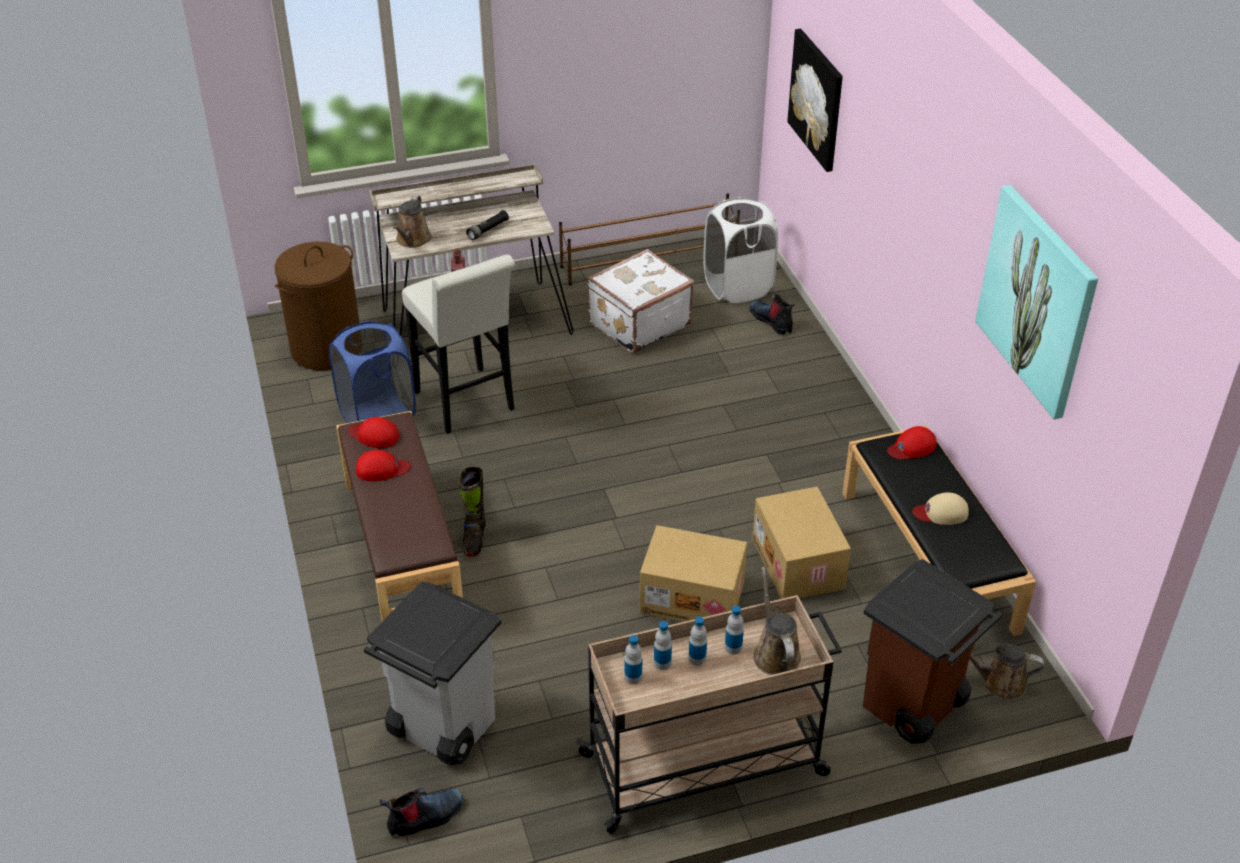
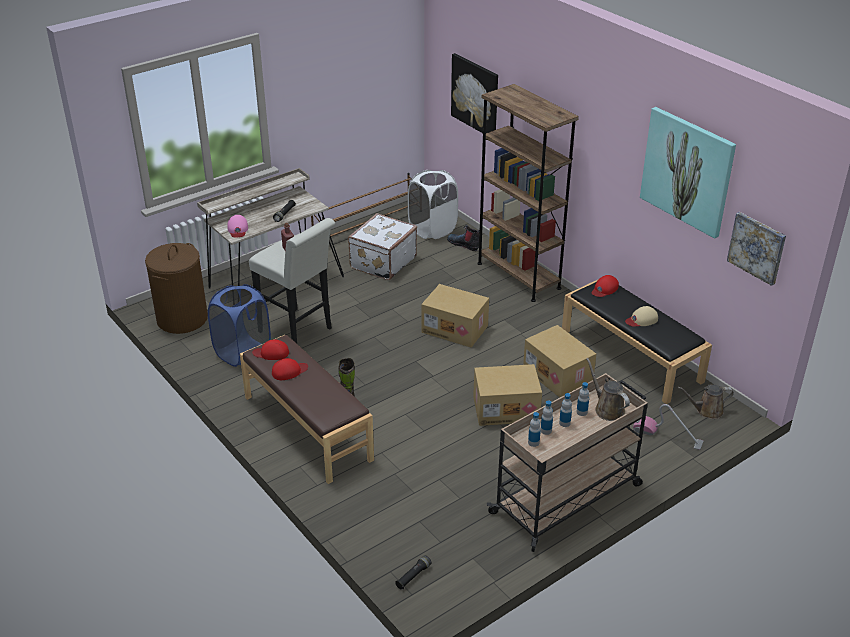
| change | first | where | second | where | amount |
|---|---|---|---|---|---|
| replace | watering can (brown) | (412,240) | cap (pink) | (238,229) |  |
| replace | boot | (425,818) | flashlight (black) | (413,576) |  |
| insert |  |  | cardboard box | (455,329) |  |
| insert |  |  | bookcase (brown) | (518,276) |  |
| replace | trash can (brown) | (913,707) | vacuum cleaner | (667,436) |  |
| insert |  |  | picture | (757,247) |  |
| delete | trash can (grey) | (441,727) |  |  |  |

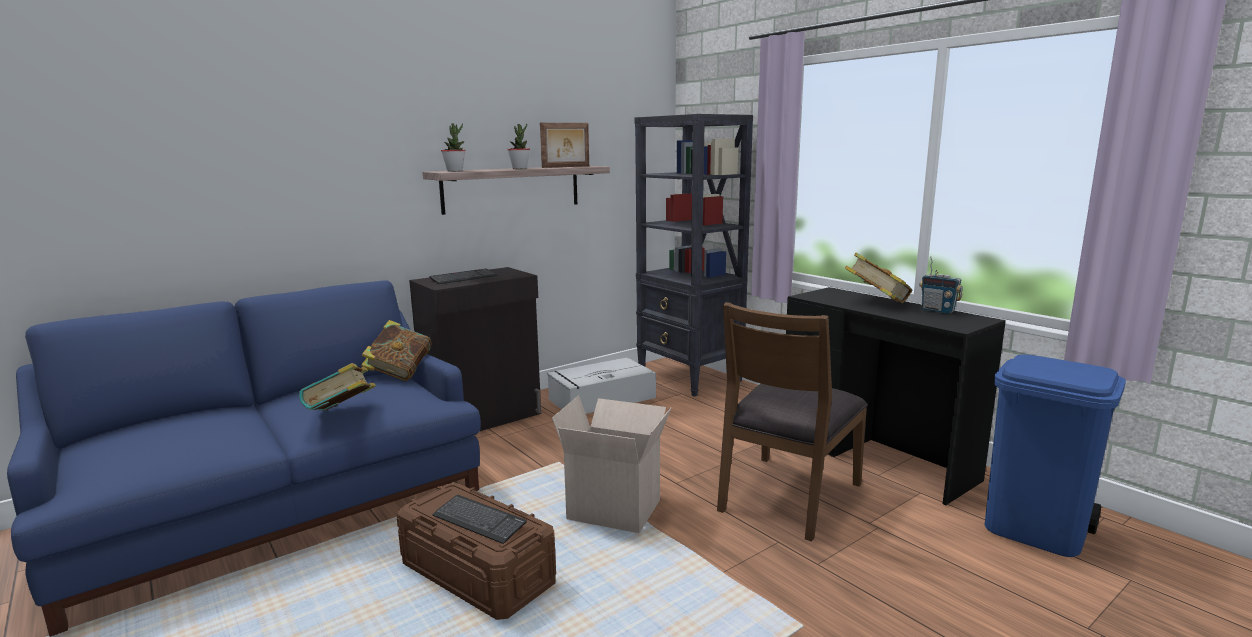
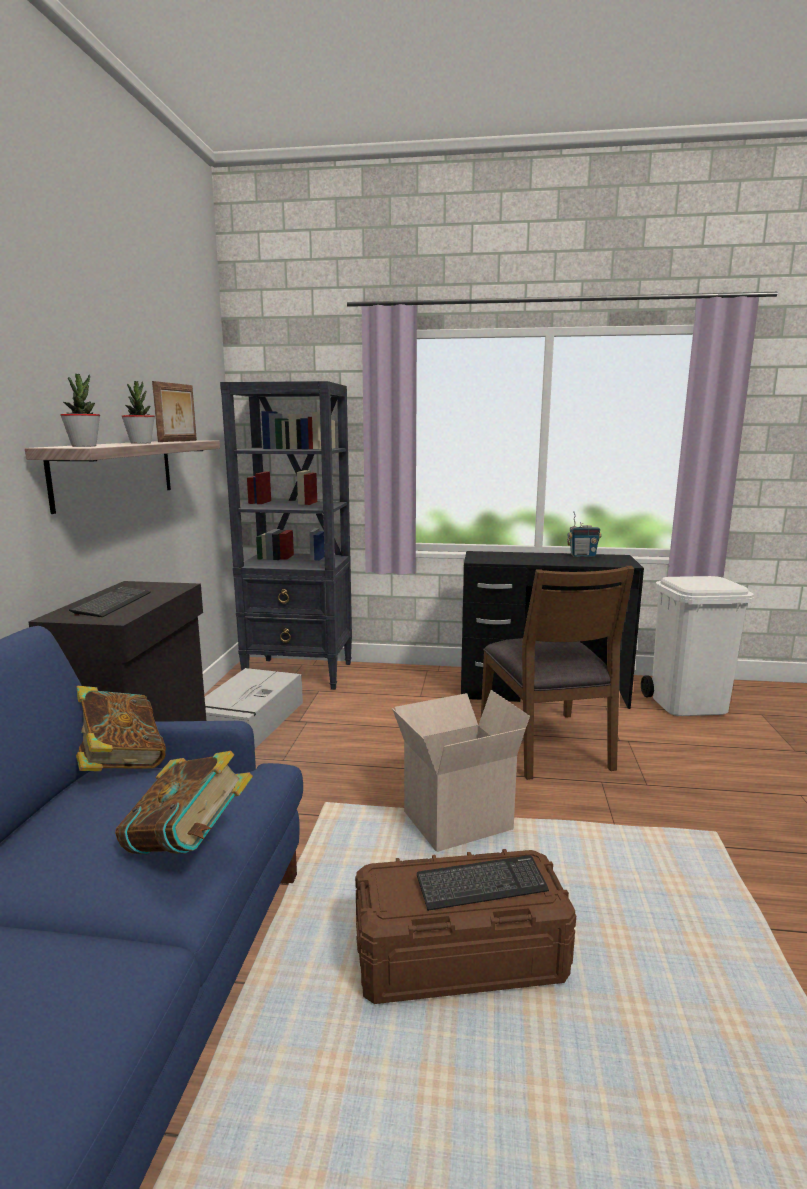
| change | first | where | second | where | amount |
|---|---|---|---|---|---|
| recolor | trash can (blue) | (1036,530) | trash can (white) | (688,704) |  |
| delete | book | (876,303) |  |  |  |

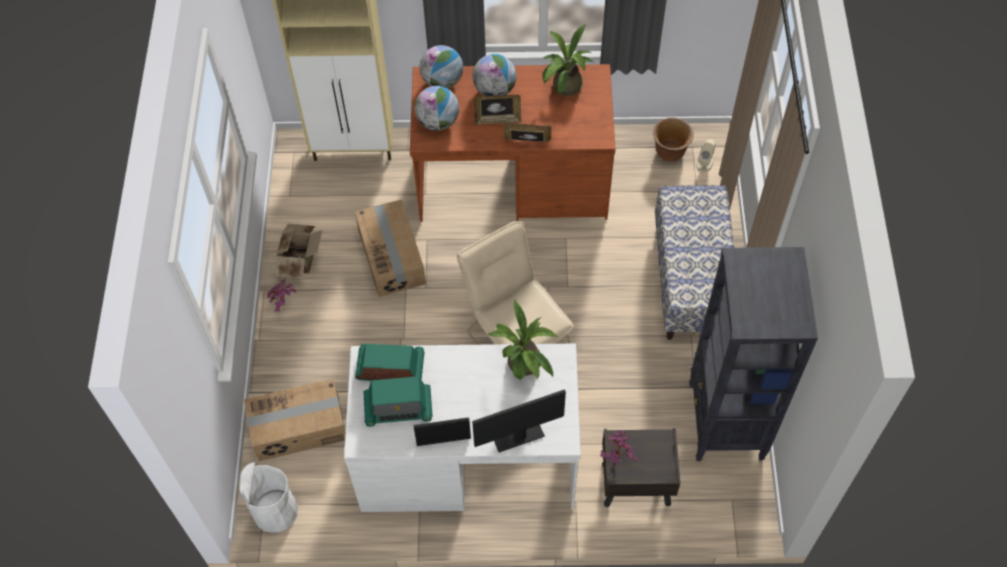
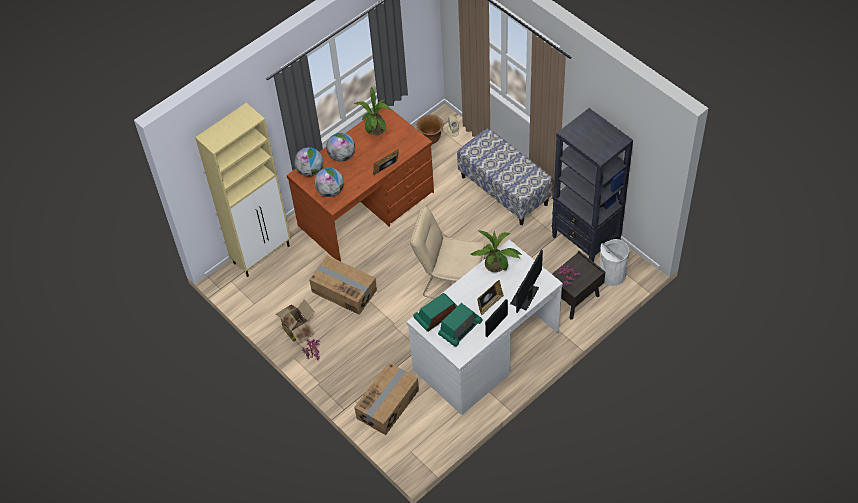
| change | first | where | second | where | amount |
|---|---|---|---|---|---|
| move | picture frame | (497,119) |  | (489,304) |  |
| move | trash can (white) | (275,511) |  | (612,274) |  |

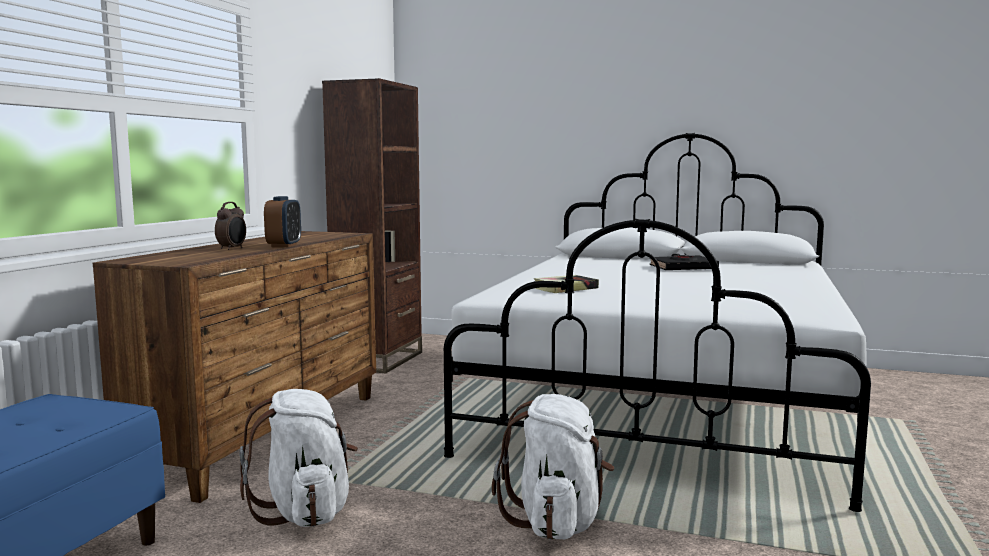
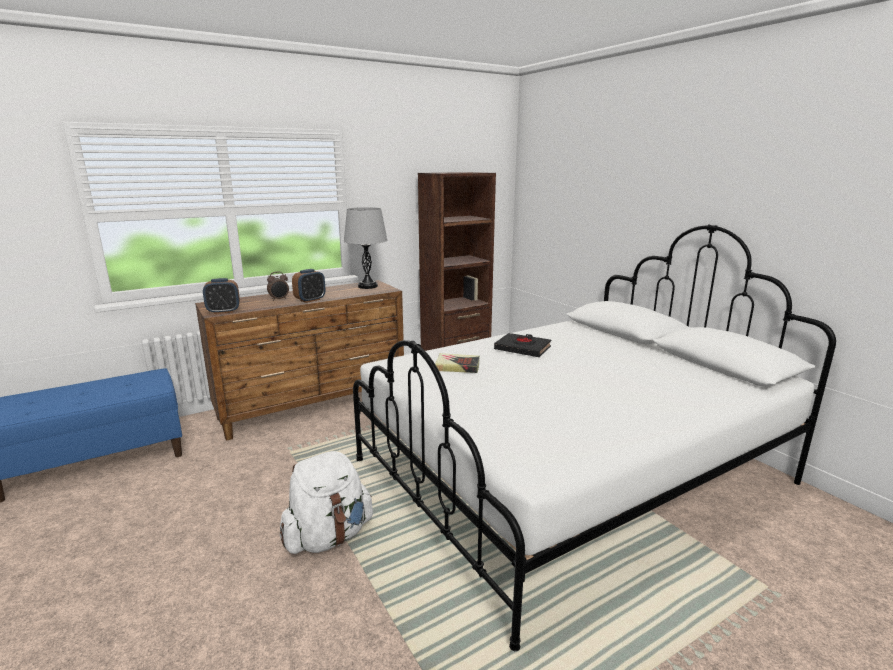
| change | first | where | second | where | amount |
|---|---|---|---|---|---|
| insert |  |  | alarm clock | (223,311) |  |
| insert |  |  | table lamp (grey) | (367,286) |  |
| move | book (black) | (683,268) |  | (523,349) |  |
| delete | backpack (white) | (305,512) |  |  |  |

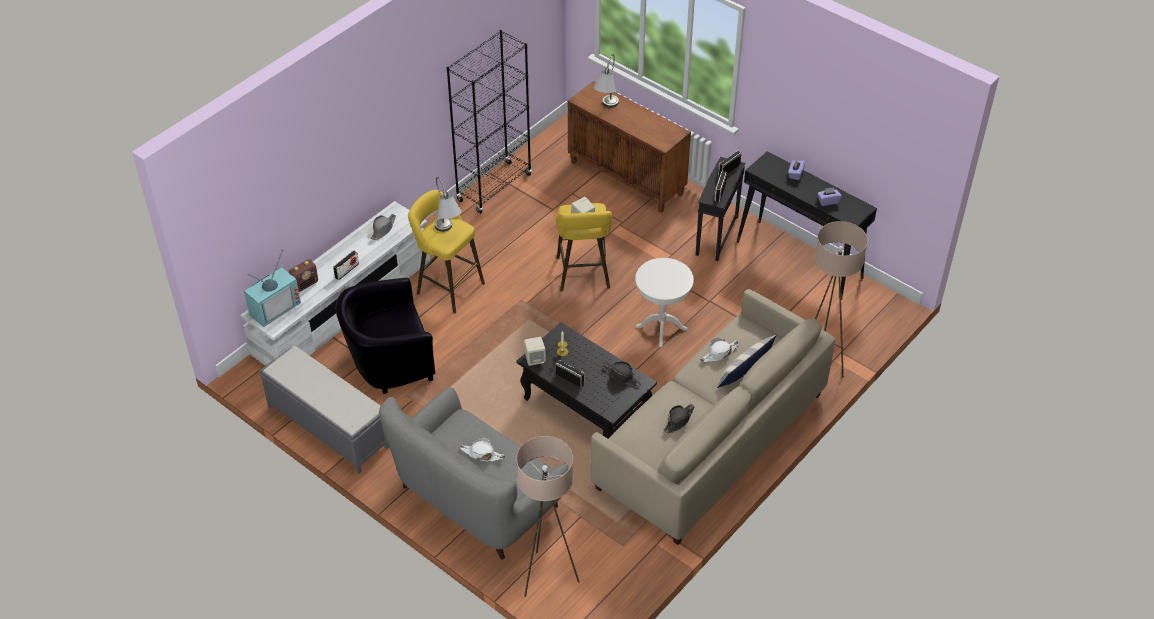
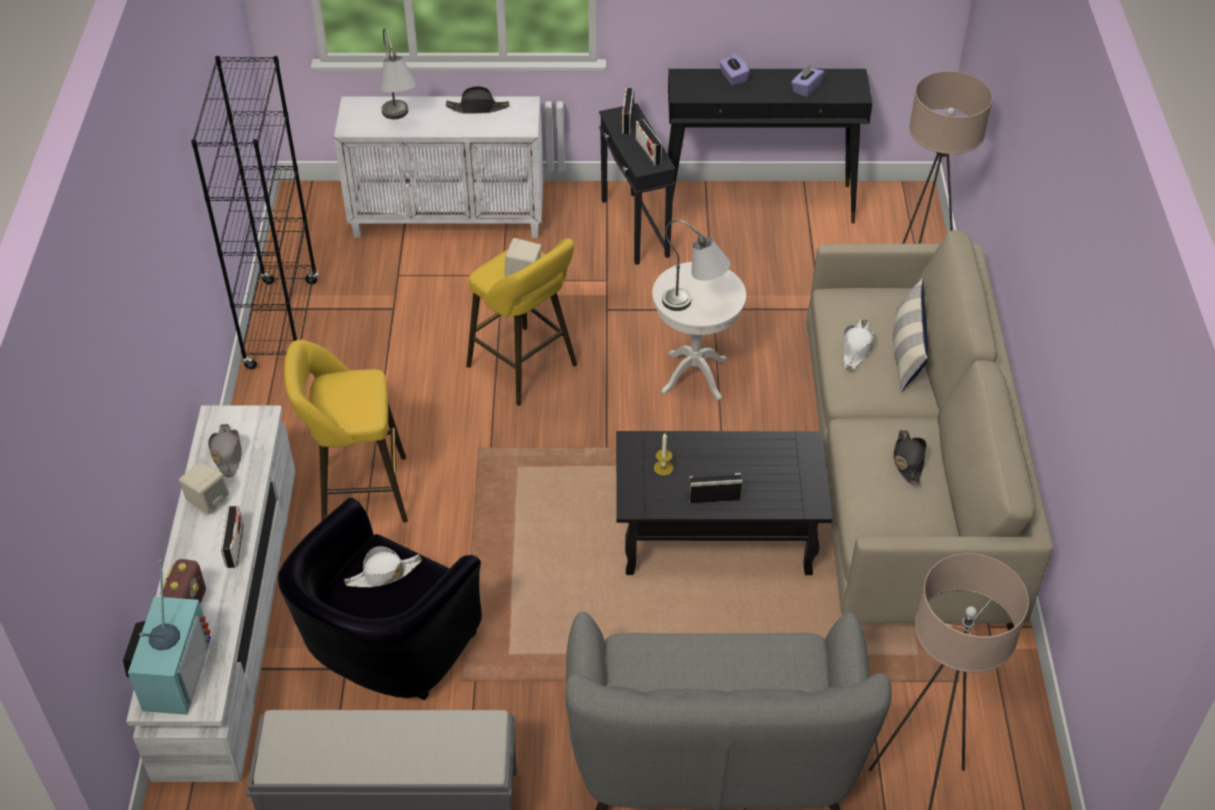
| change | first | where | second | where | amount |
|---|---|---|---|---|---|
| move | speaker (beige) | (535,359) |  | (208,501) |  |
| recolor | cabinet (brown) | (627,178) | cabinet (white) | (449,218) |  |
| move | hat (white) | (482,454) |  | (383,574) |  |
| move | hat (black) | (622,376) |  | (478,108) |  |
| move | table lamp (grey) | (448,233) |  | (695,306) |  |

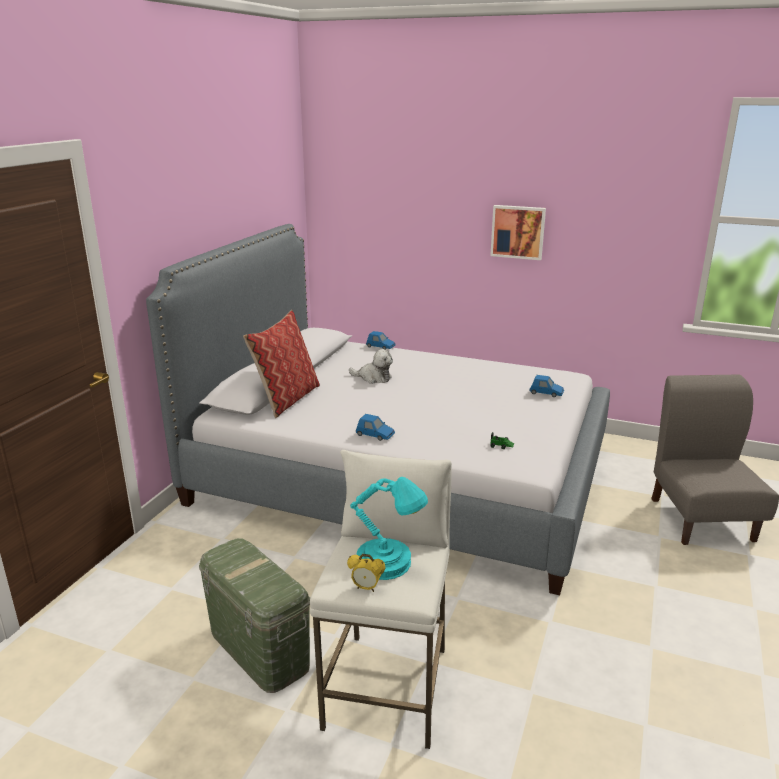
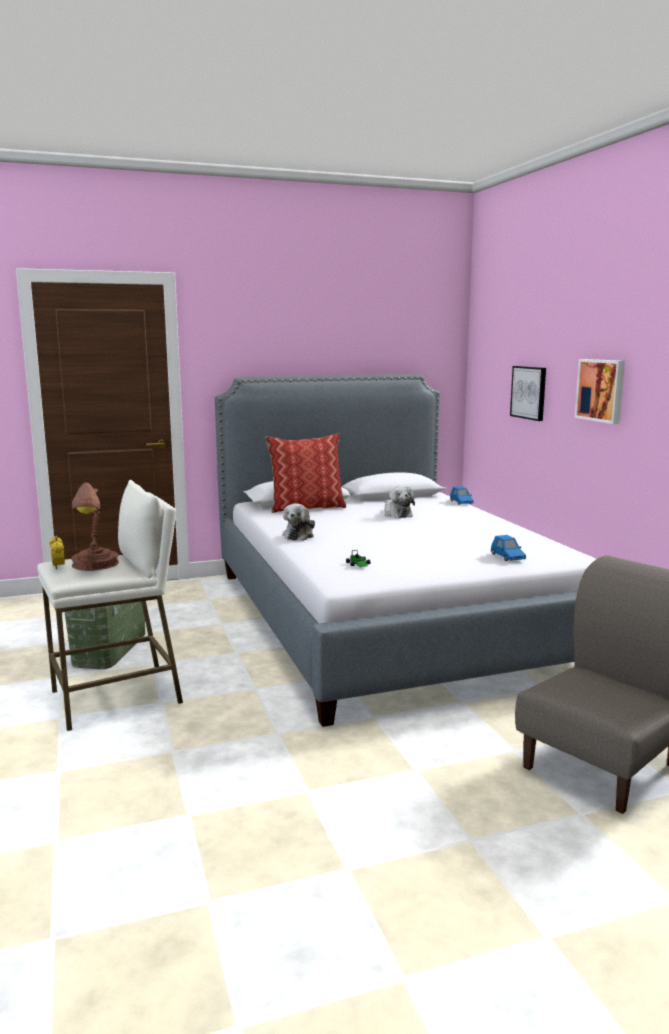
| change | first | where | second | where | amount |
|---|---|---|---|---|---|
| recolor | table lamp (turquoise) | (388,564) | table lamp (brown) | (95,565) |  |
| replace | toy car (blue) | (375,435) | plush toy | (299,535) |  |
| insert |  |  | picture | (529,392) |  |

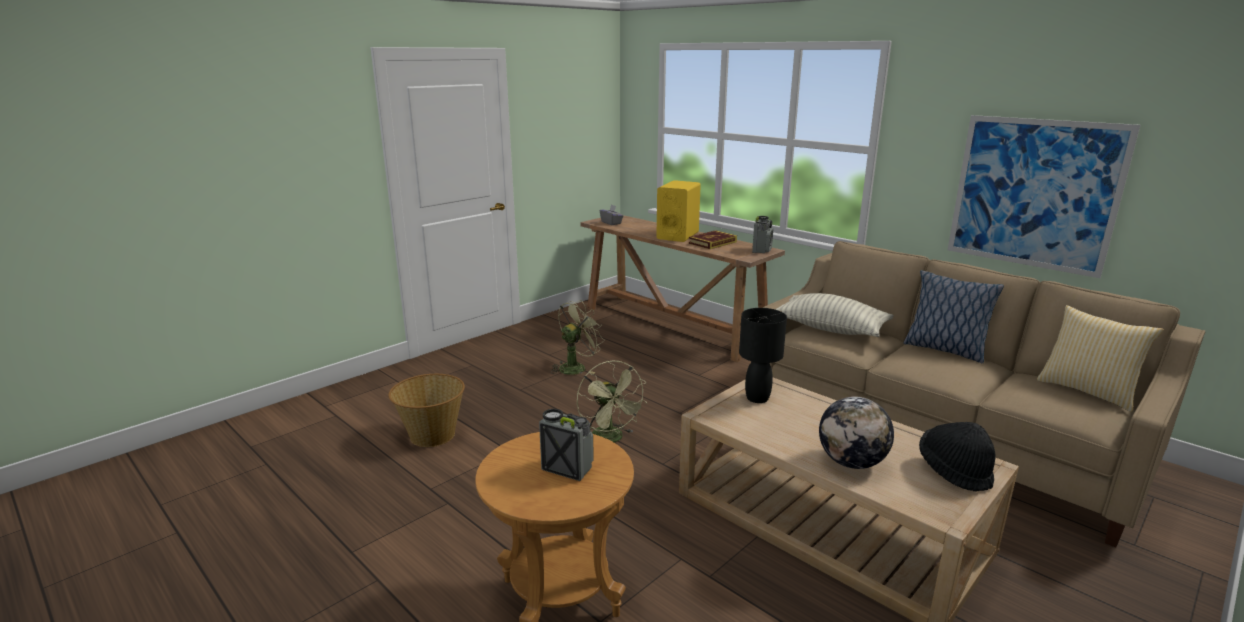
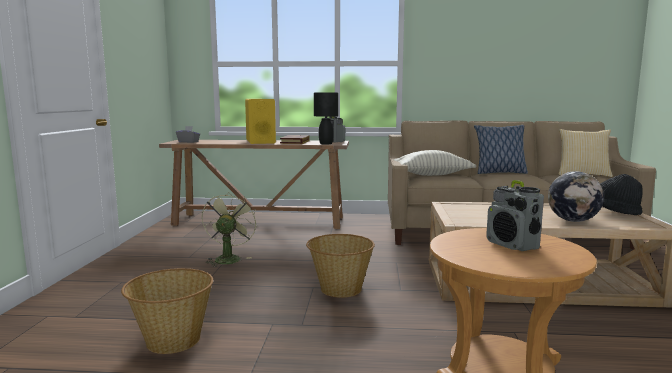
| change | first | where | second | where | amount |
|---|---|---|---|---|---|
| replace | fan (green) | (611,439) | basket | (340,289) |  |
| move | table lamp (black) | (757,398) |  | (326,144) |  |
| rotate | radio | (567,468) |  | (512,245) | 105 degrees counterclockwise |
| delete | picture | (1034,193) |  |  |  |

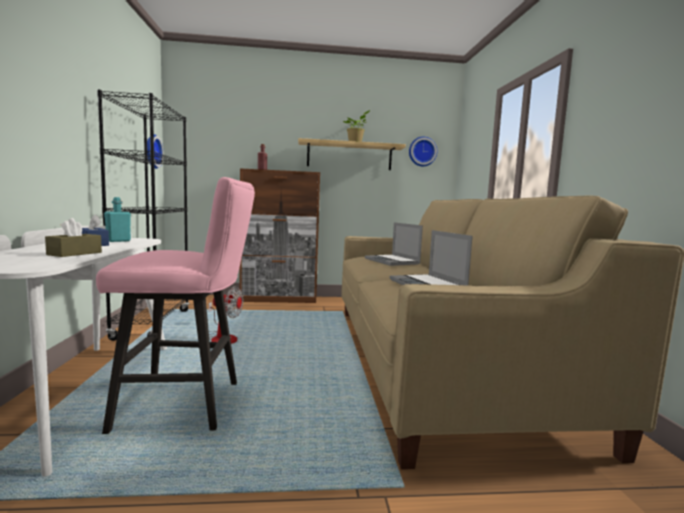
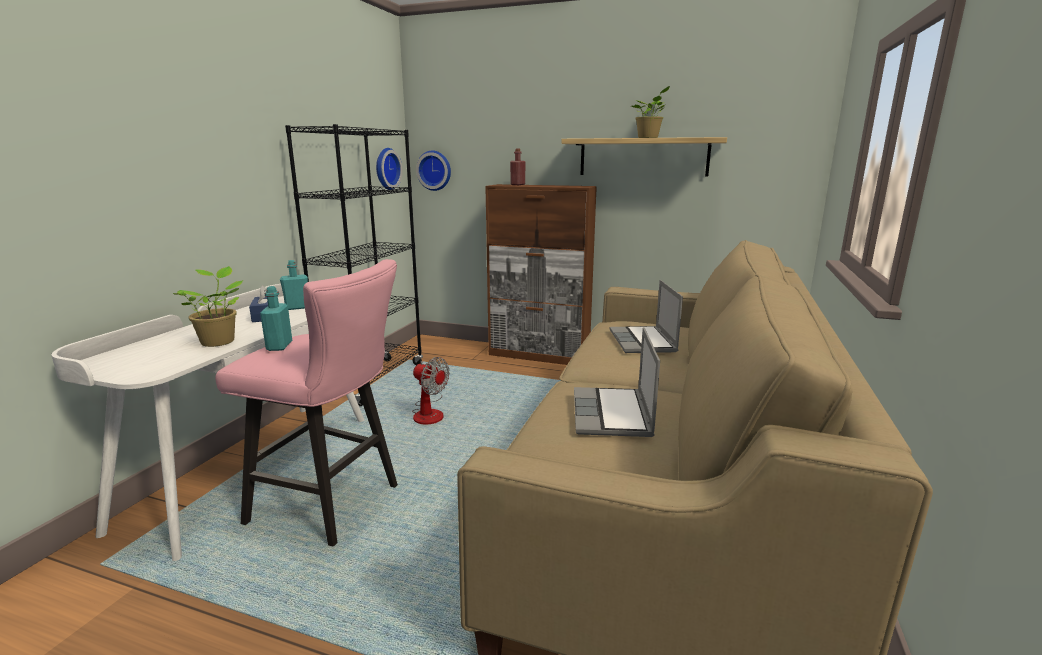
| change | first | where | second | where | amount |
|---|---|---|---|---|---|
| replace | tissue box (brown) | (75,253) | potted plant | (219,341) |  |
| insert |  |  | bottle (turquoise) | (279,346) |  |
| move | wall clock | (422,151) |  | (435,170) |  |

